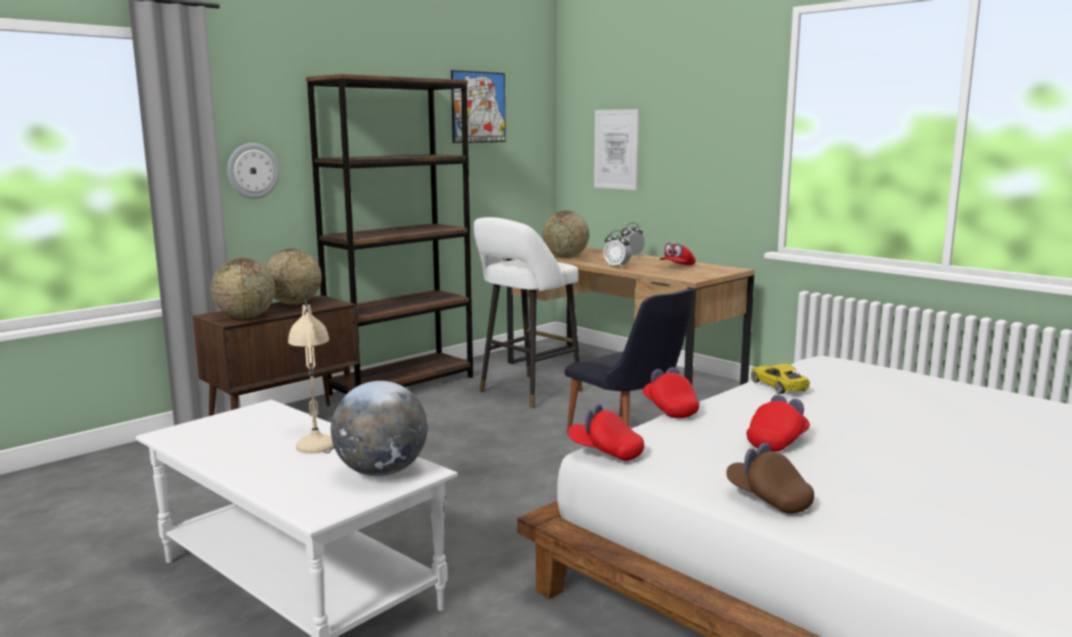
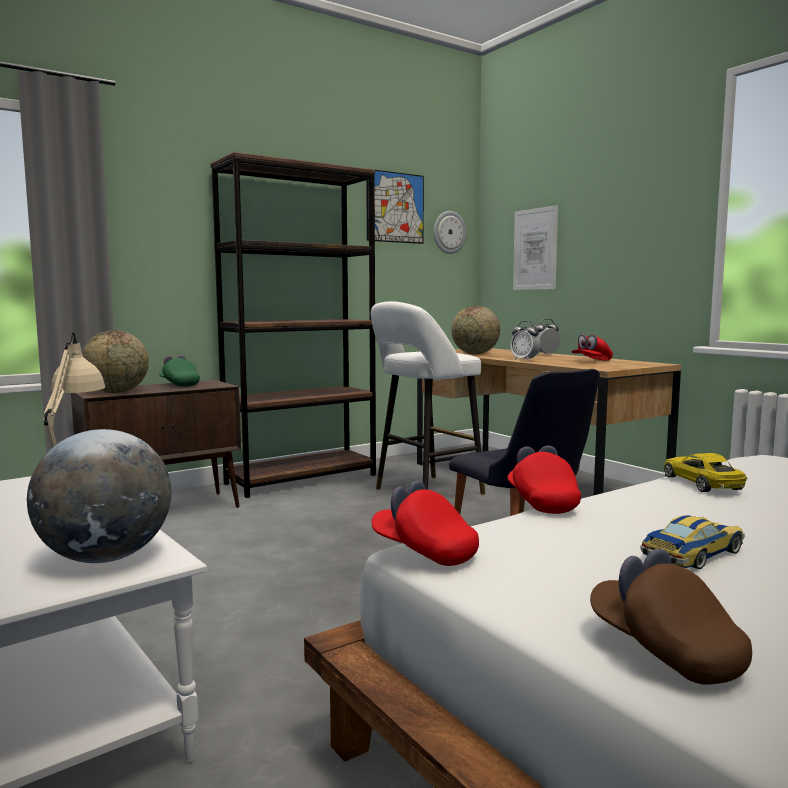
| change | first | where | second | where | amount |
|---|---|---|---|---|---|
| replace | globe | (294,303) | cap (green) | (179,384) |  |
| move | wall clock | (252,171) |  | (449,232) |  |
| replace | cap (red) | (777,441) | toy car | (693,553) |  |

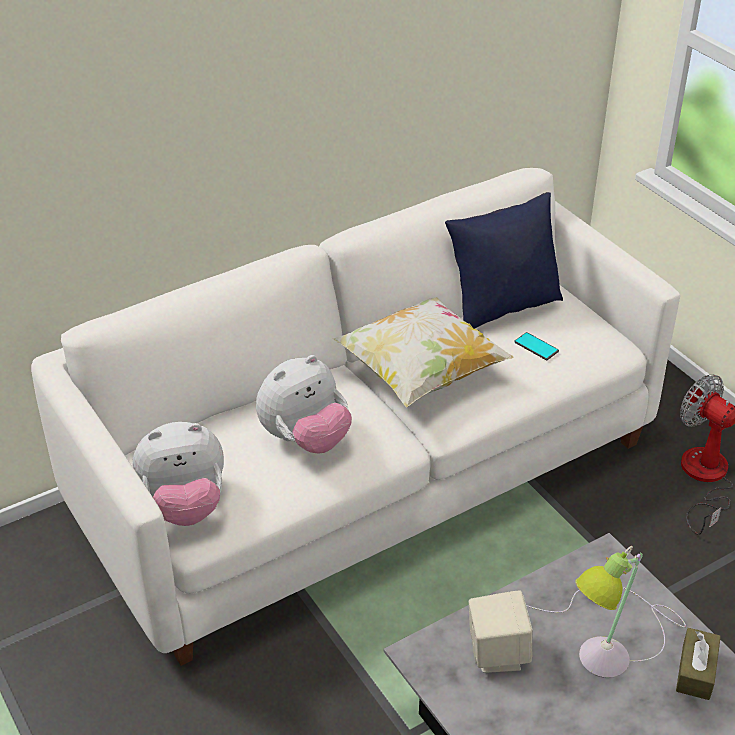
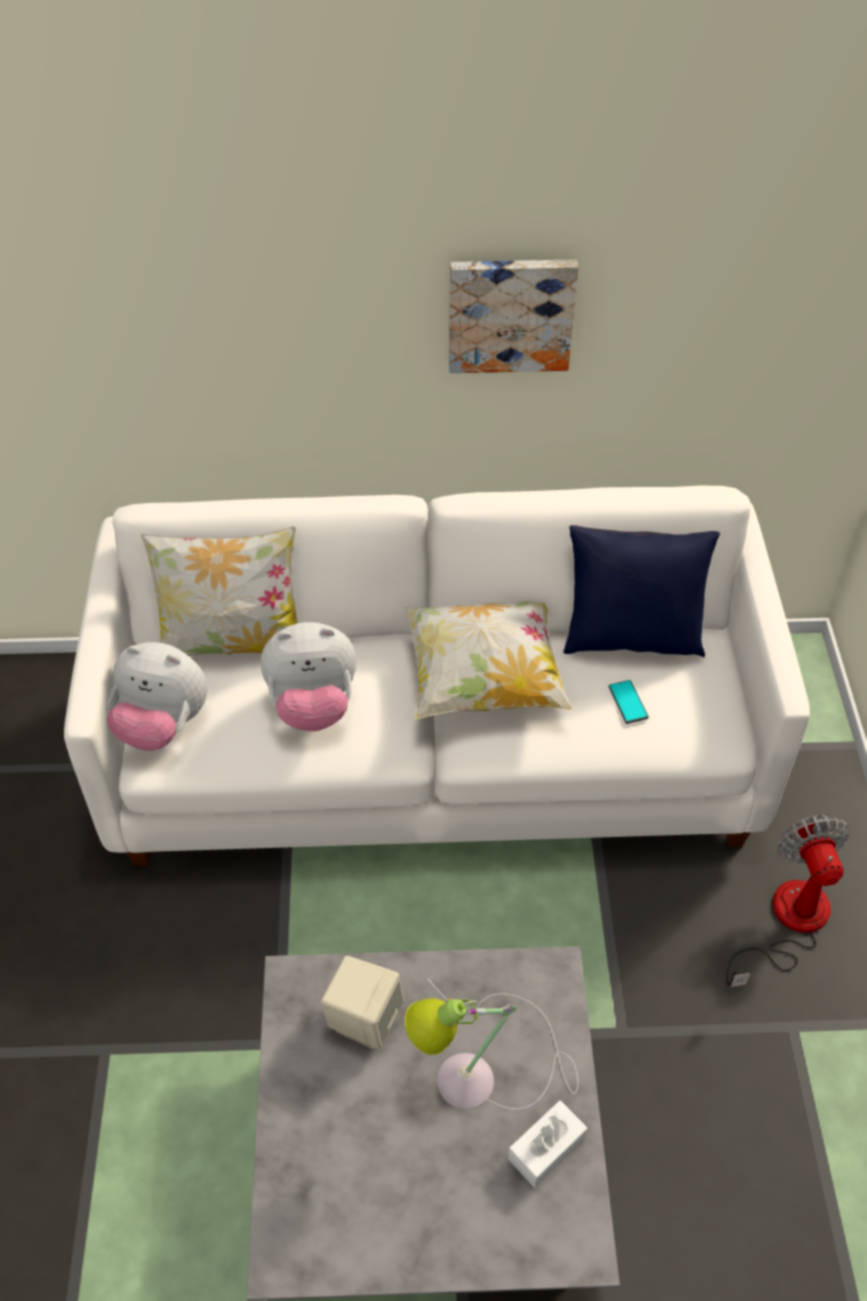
| change | first | where | second | where | amount |
|---|---|---|---|---|---|
| insert |  |  | pillow | (233,642) |  |
| insert |  |  | picture | (510,313) |  |
| recolor | tissue box (brown) | (696,671) | tissue box (white) | (546,1149) |  |

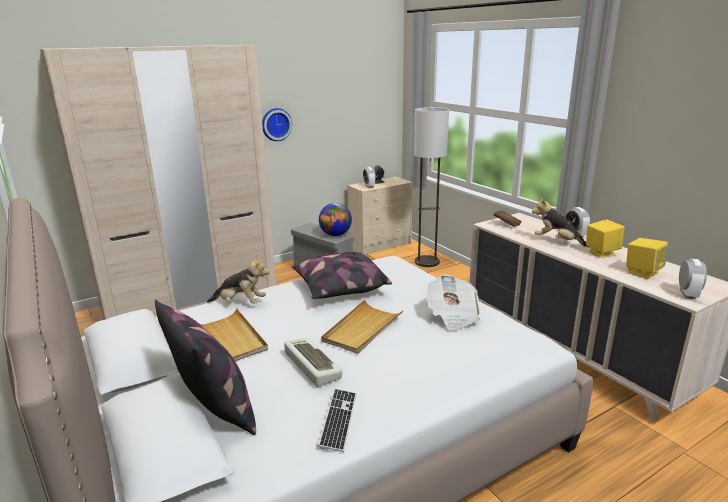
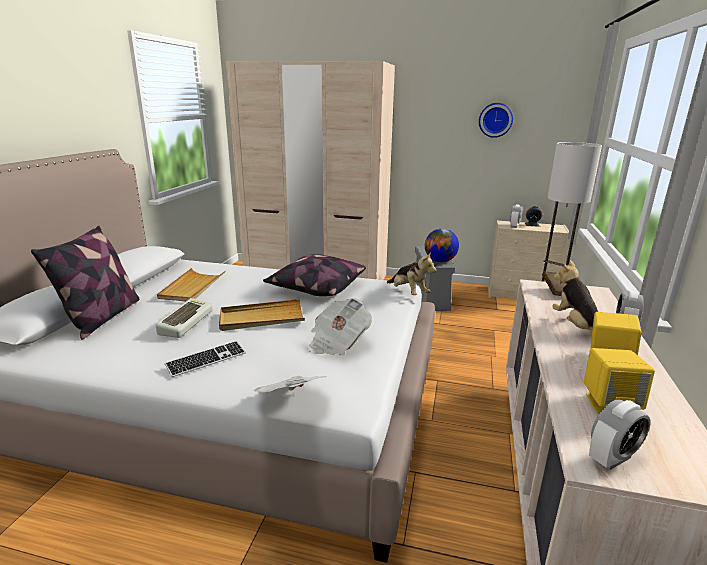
| change | first | where | second | where | amount |
|---|---|---|---|---|---|
| move | keyboard | (338,420) |  | (206,360) |  |
| insert |  |  | newspaper | (291,400) |  |
| move | plush toy | (240,303) |  | (408,293) |  |
| move | wall clock | (275,124) |  | (495,120) |  |

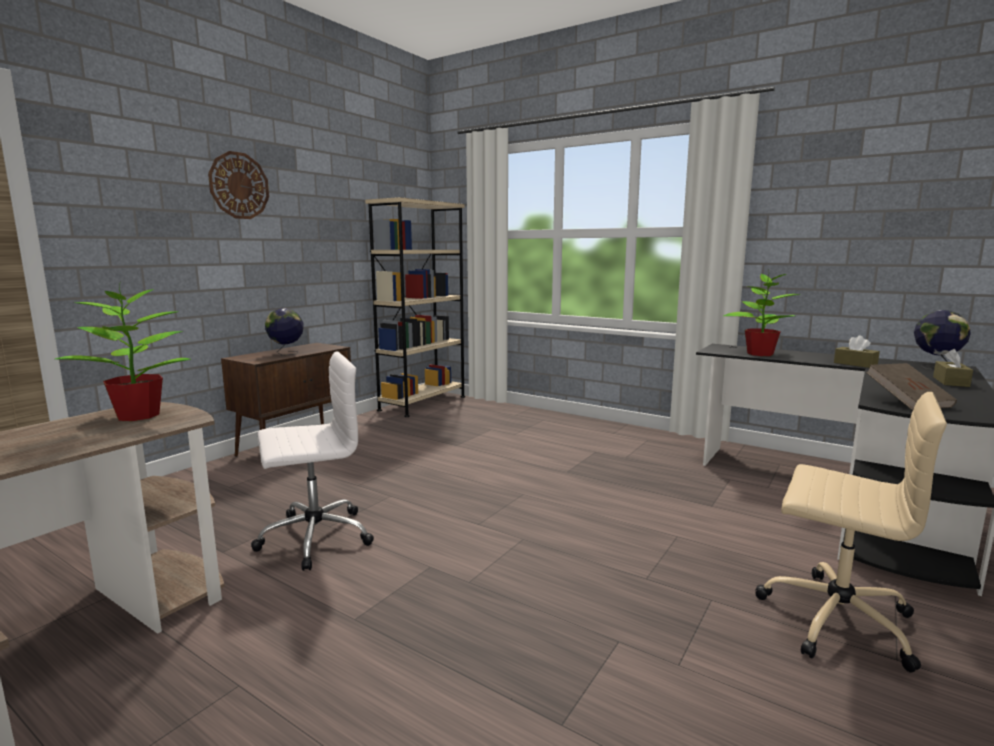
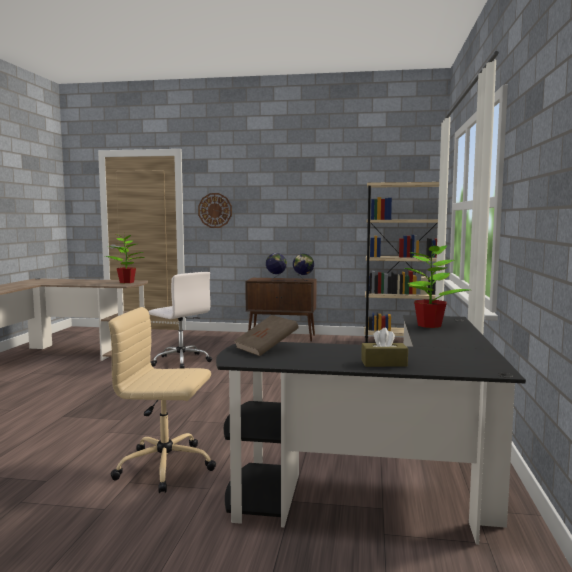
| change | first | where | second | where | amount |
|---|---|---|---|---|---|
| rotate | office chair (beige) | (834,618) |  | (167,467) | 90 degrees clockwise |
| move | wall clock | (239,185) |  | (215,210) |  |
| move | globe | (935,366) |  | (303,280) |  |
| delete | tissue box (brown) | (855,364) |  |  |  |

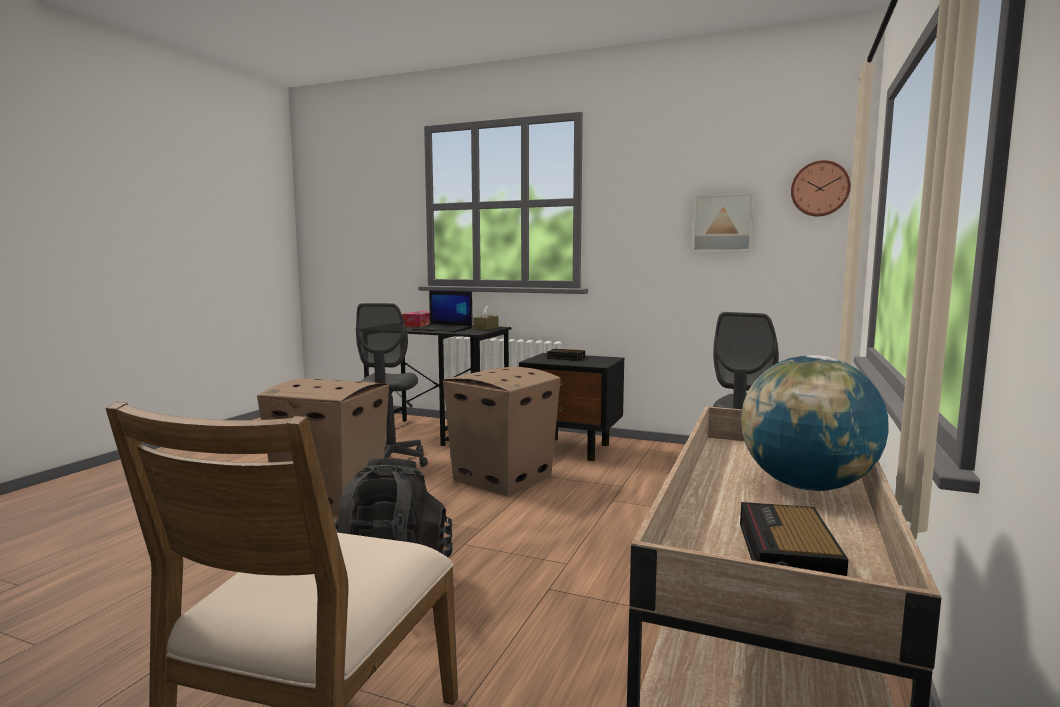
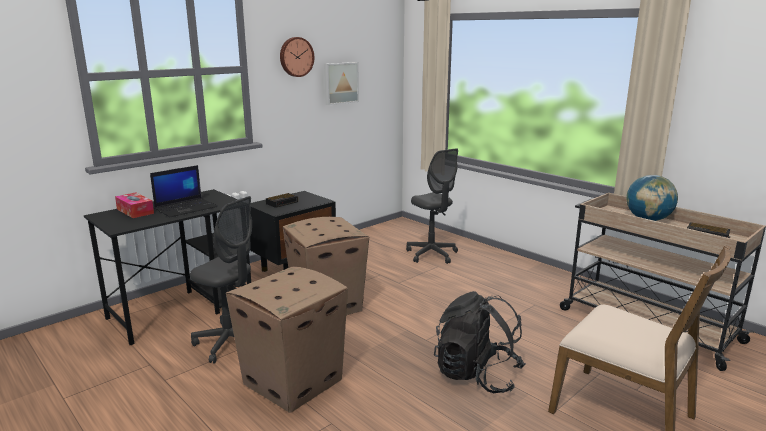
| change | first | where | second | where | amount |
|---|---|---|---|---|---|
| move | wall clock | (819,189) |  | (296,57) |  |
| delete | tissue box (brown) | (486,328) |  |  |  |

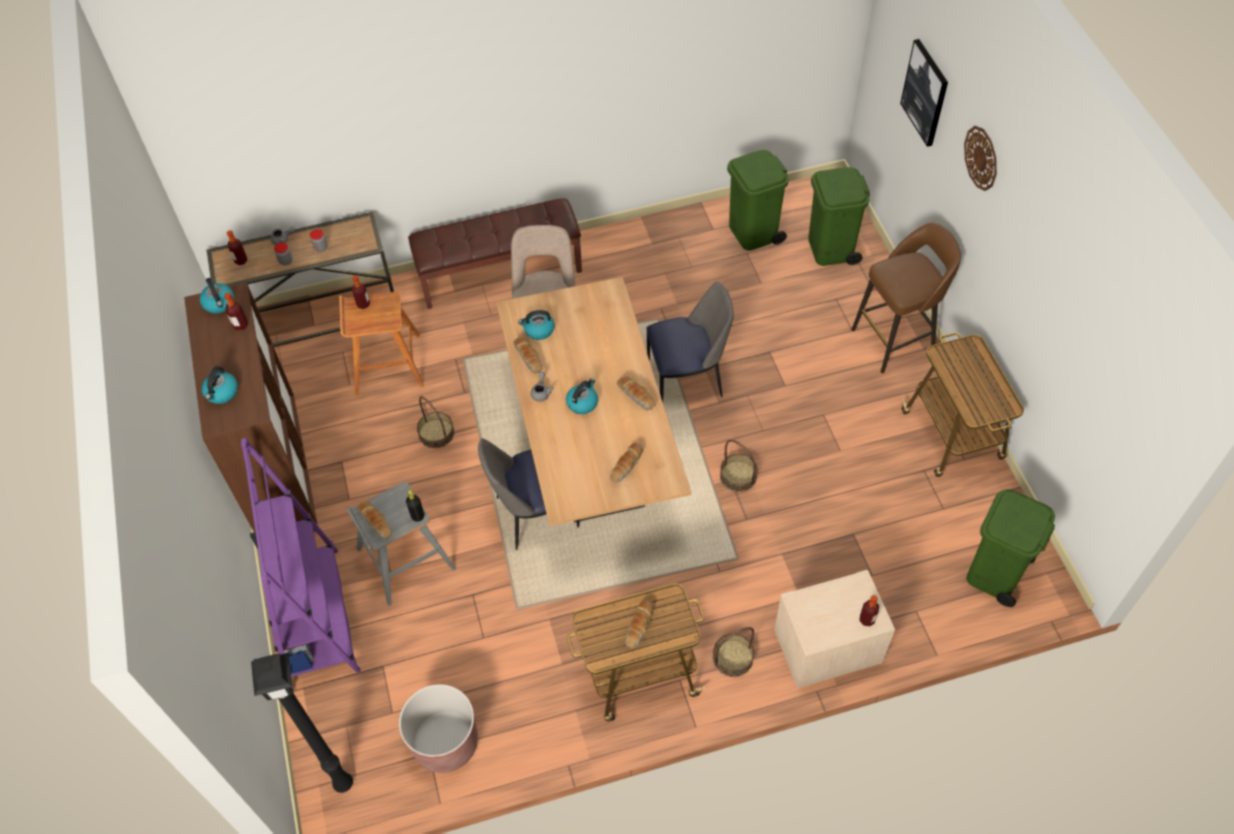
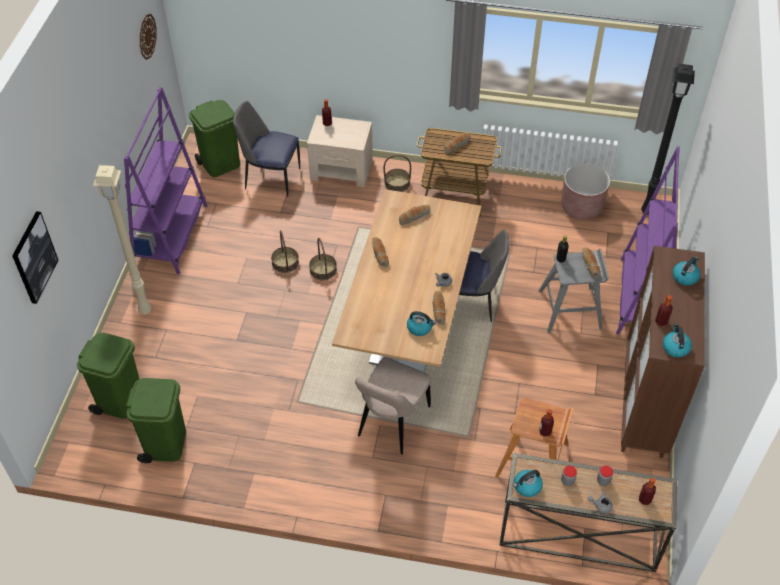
| change | first | where | second | where | amount |
|---|---|---|---|---|---|
| replace | stool (brown) | (895,340) | floor lamp (beige) | (144,309) |  |
| replace | cart | (953,437) | bookcase (purple) | (171,236) |  |
| move | wall clock | (981,158) |  | (147,36) |  |
| move | chair | (687,379) |  | (271,178) |  |
| move | basket | (436,433) |  | (285,263) |  |
| move | kettle | (582,402) |  | (527,487) |  |
| delete | bench (brown) | (500,272) |  |  |  |

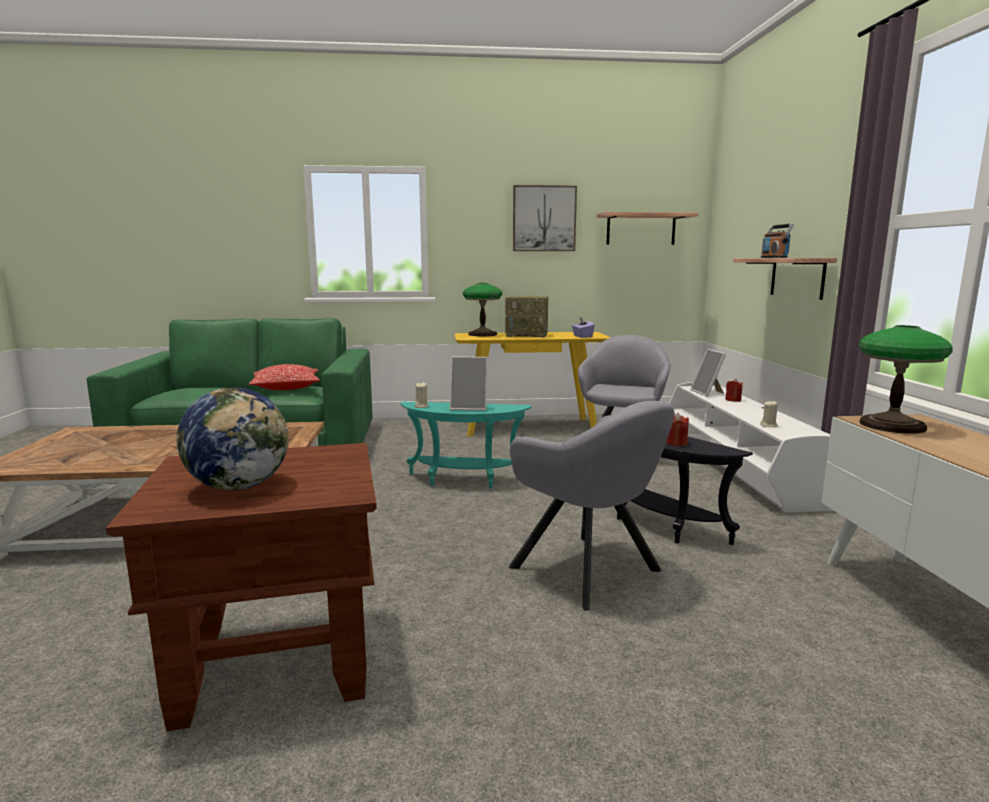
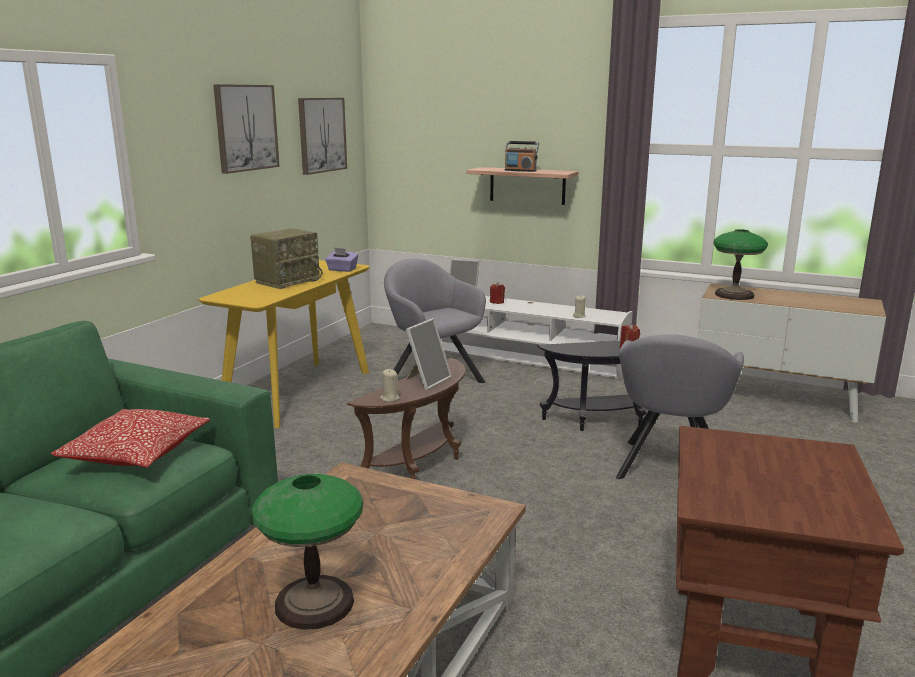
| change | first | where | second | where | amount |
|---|---|---|---|---|---|
| move | table lamp | (483,334) |  | (315,603) |  |
| replace | shelf | (641,229) | picture | (321,135) |  |
| recolor | side table (turquoise) | (464,480) | side table (brown) | (420,466) |  |
| rotate | armchair (grey) | (591,572) |  | (668,469) | 120 degrees clockwise |
| delete | globe | (240,486) |  |  |  |

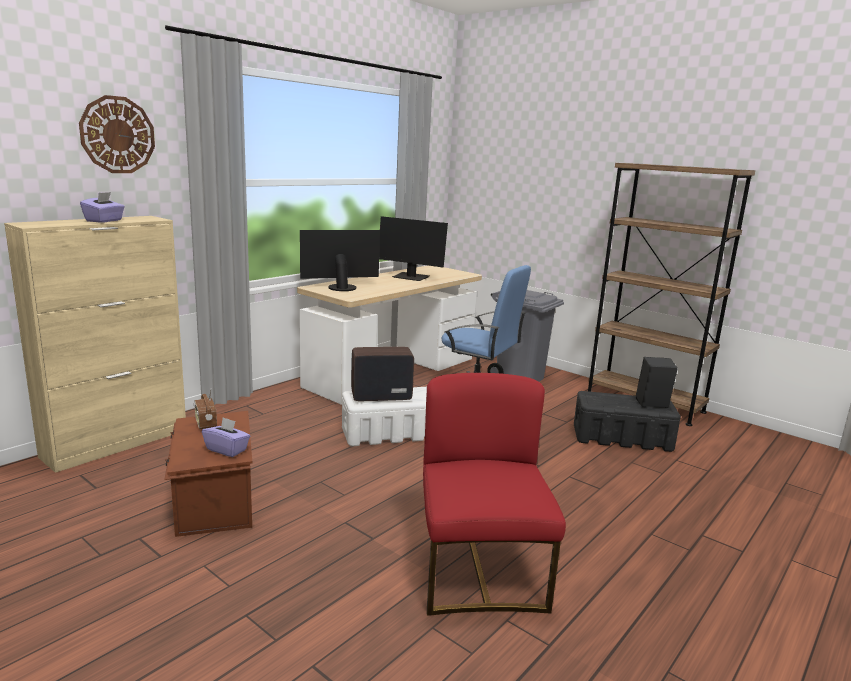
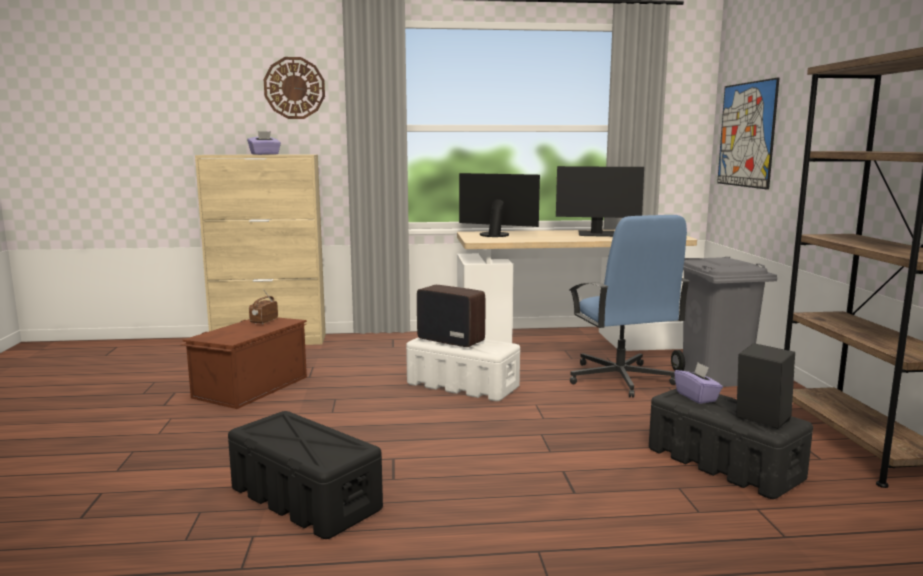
| change | first | where | second | where | amount |
|---|---|---|---|---|---|
| replace | chair (red) | (479,573) | storage box (black) | (306,499) |  |
| rotate | monitor | (411,277) |  | (596,234) | 60 degrees counterclockwise |
| move | tissue box (purple) | (227,449) |  | (697,397) |  |
| insert |  |  | picture | (746,135) |  |

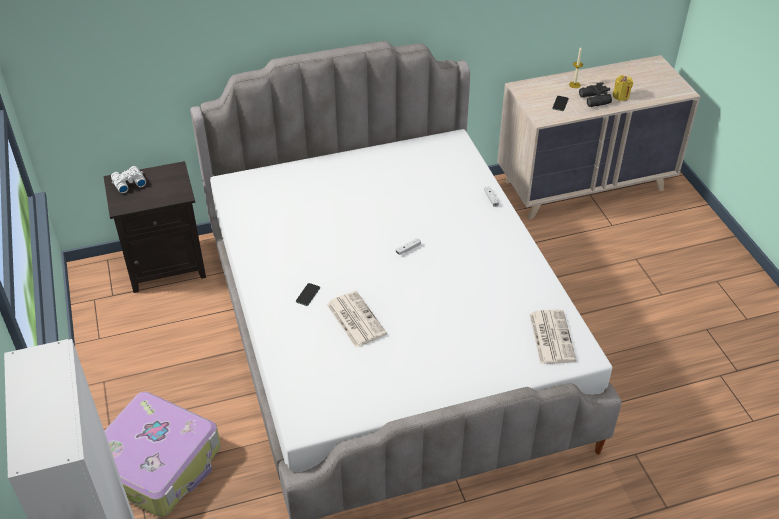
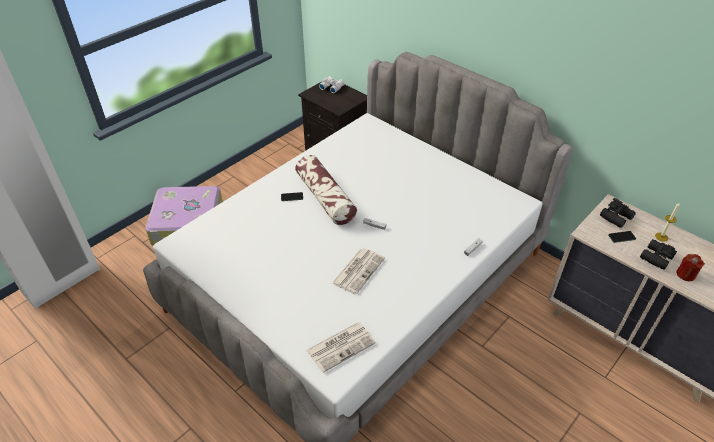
| change | first | where | second | where | amount |
|---|---|---|---|---|---|
| insert |  |  | pillow | (325,198) |  |
| move | newspaper | (355,319) |  | (358,270) |  |
| insert |  |  | binoculars (black) | (617,217) |  |
| recolor | candle (yellow) | (621,96) | candle (red) | (685,274) |  |

